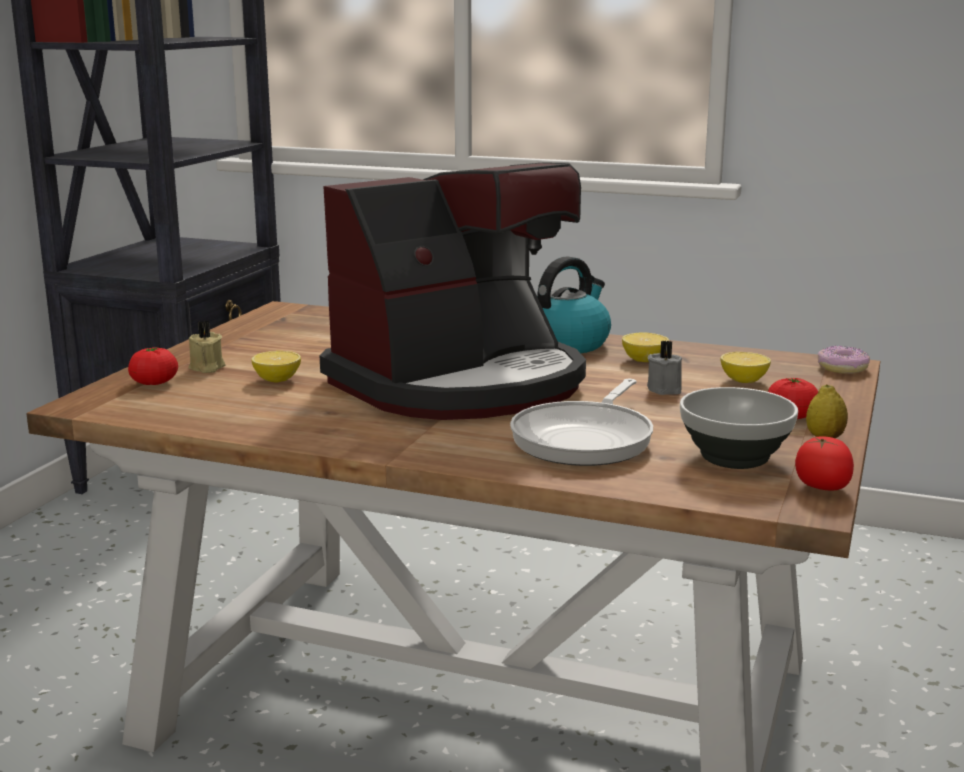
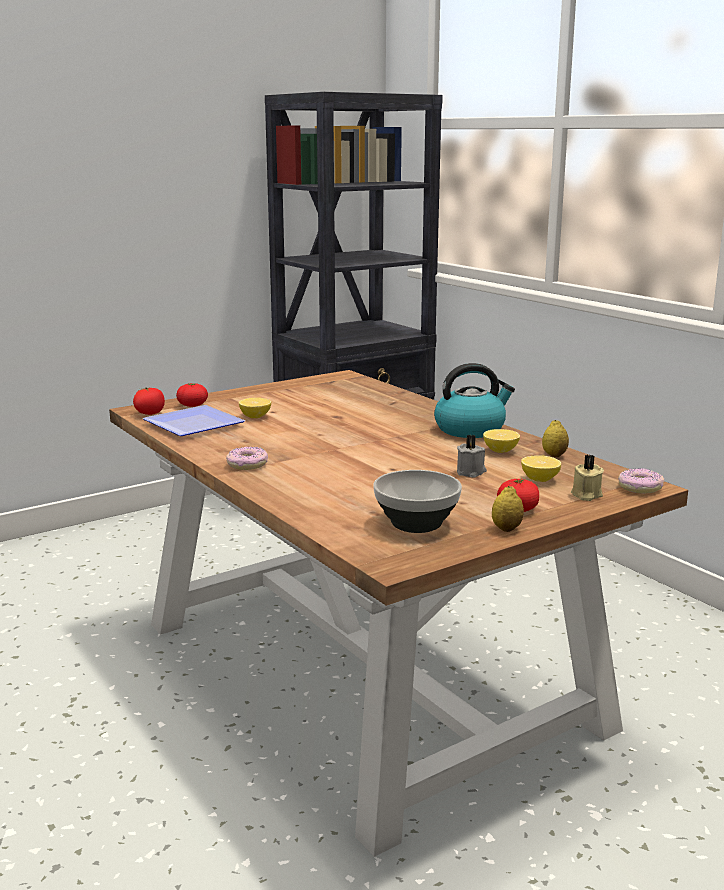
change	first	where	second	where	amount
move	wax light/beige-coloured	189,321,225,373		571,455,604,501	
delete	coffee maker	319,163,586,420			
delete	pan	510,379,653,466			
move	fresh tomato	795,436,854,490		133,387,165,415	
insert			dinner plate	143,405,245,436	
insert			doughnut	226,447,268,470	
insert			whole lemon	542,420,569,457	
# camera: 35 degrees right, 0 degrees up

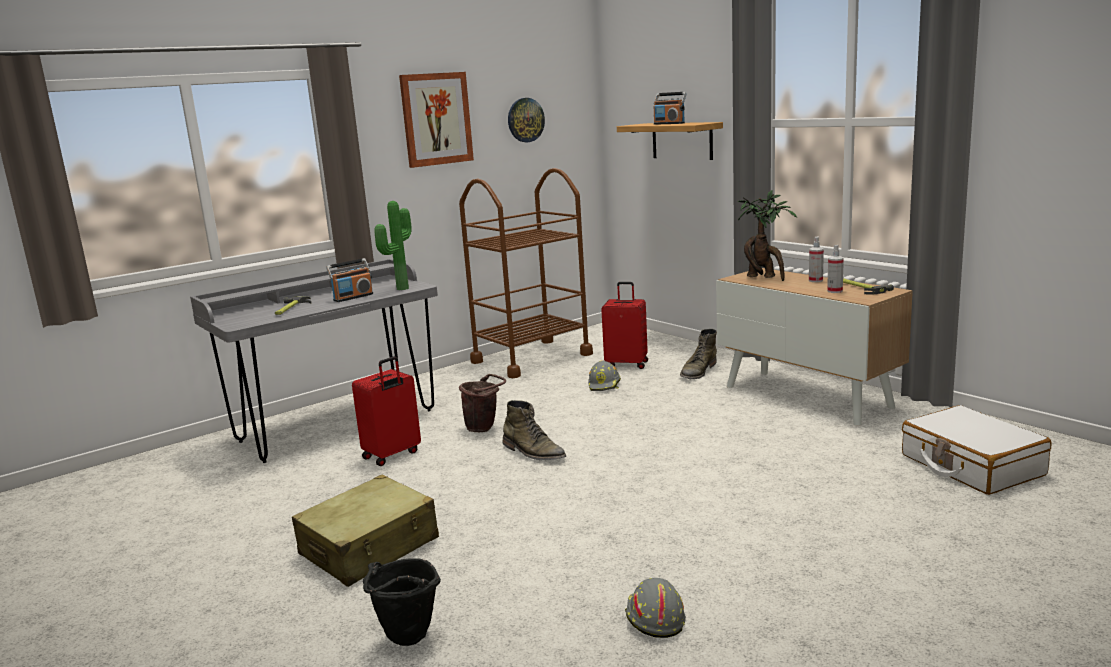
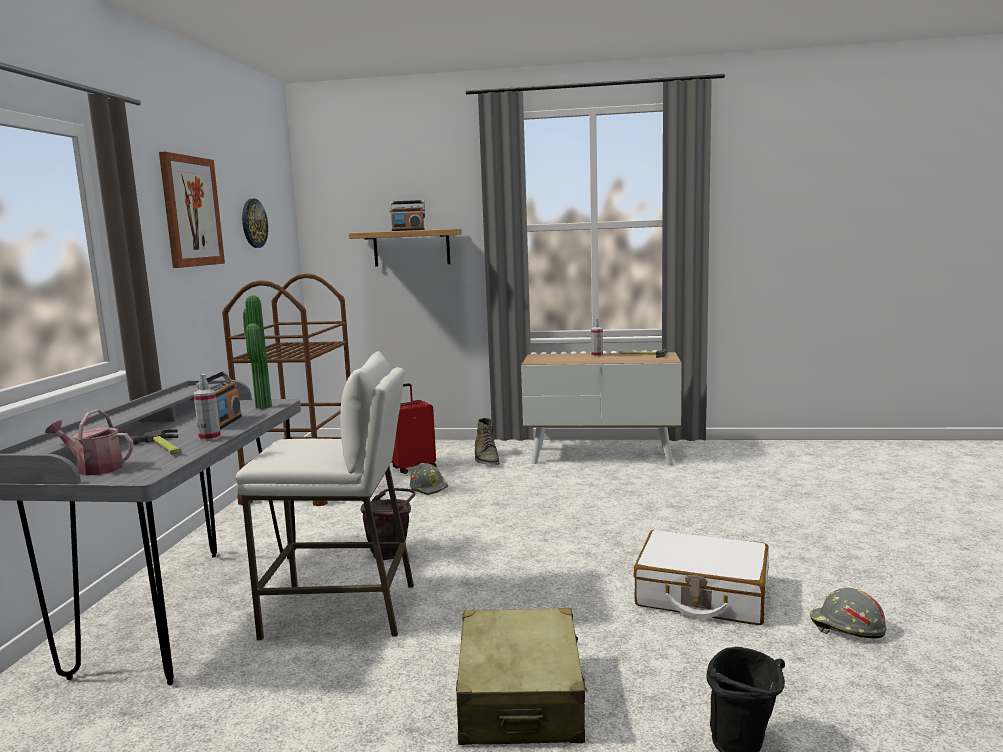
change	first	where	second	where	amount
replace	piece of luggage/red-coloured	352,356,421,466	stool seat/whitish	236,351,414,640	
delete	tall boot/greenish	502,400,566,460			
delete	plant in a pot	738,190,797,281			
move	sprayer	827,245,844,293		193,374,221,441	
move	piece of luggage/whitish	902,405,1051,495		633,530,769,625	
insert			watering pot	45,409,134,476	
# camera: 45 degrees left, 5 degrees down

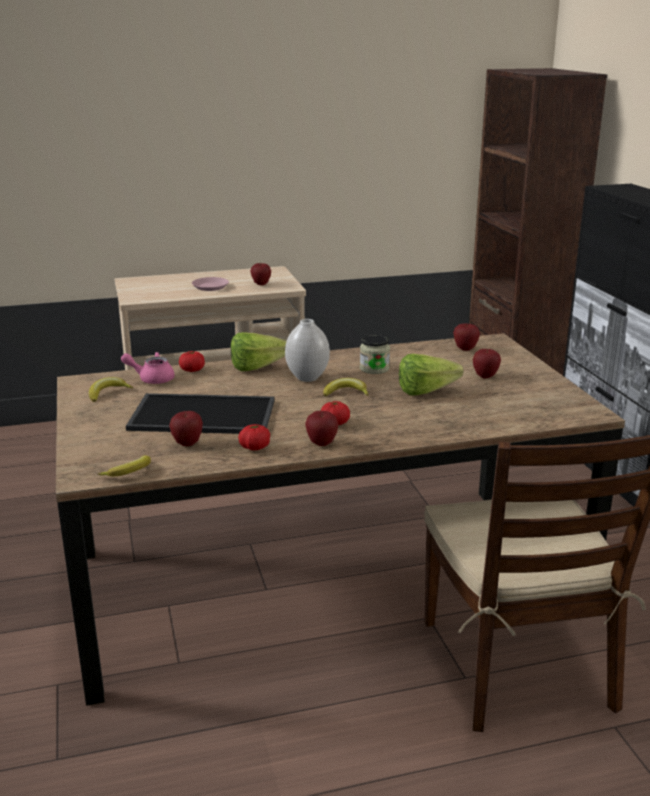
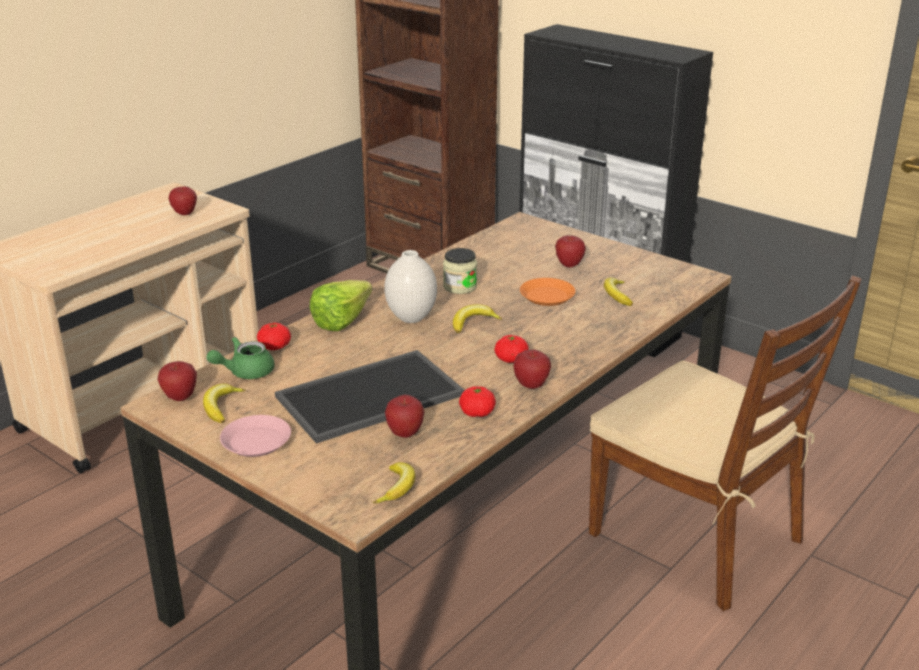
change	first	where	second	where	amount
recolor	pot for tea/pink	121,352,175,384	pot for tea/greenish	206,337,275,379	
move	dinner plate/pink	192,277,229,291		220,415,291,457	
replace	head of lettuce	399,354,463,395	dinner plate/orange	520,278,576,306	
move	apple	453,323,480,351		158,361,197,401	
insert			banana fruit	604,277,633,306	
# camera: 35 degrees left, 5 degrees up

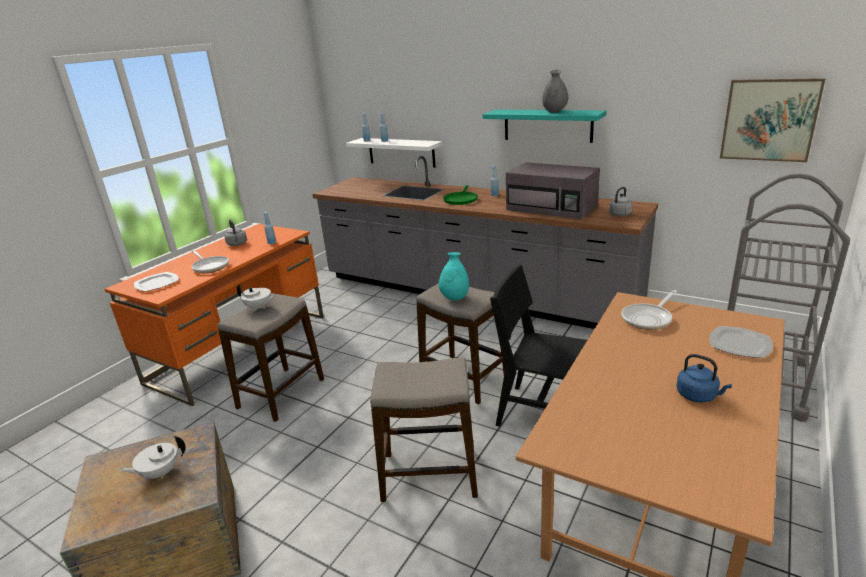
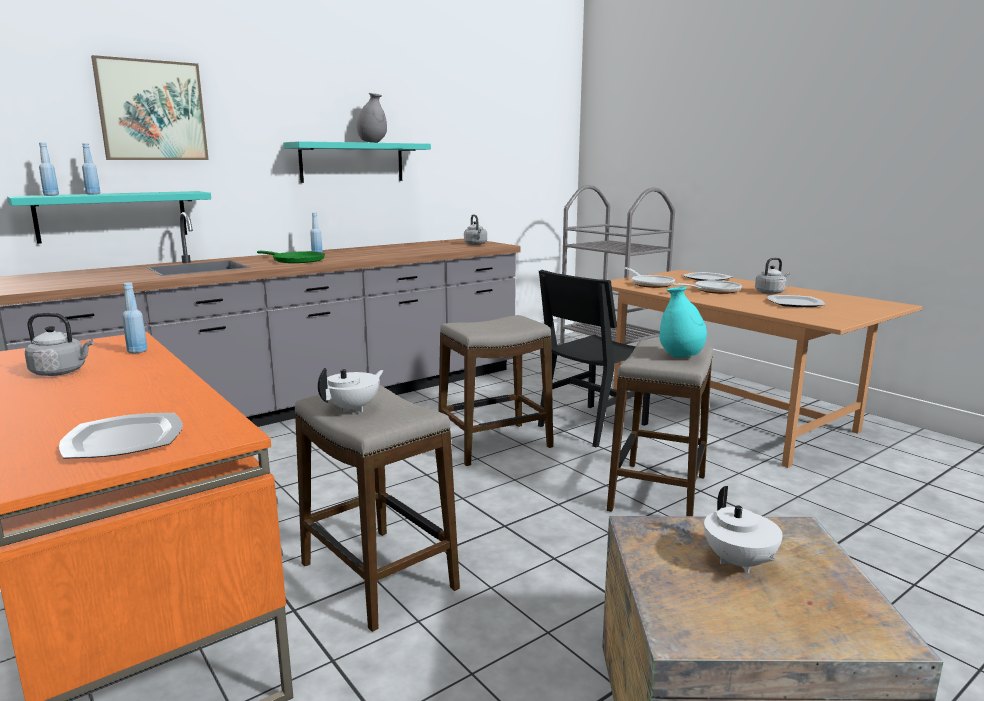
change	first	where	second	where	amount
move	pan	191,250,229,273		672,280,742,294	
recolor	wall shelf/whitish	346,138,442,168	wall shelf/turquoise	7,191,211,244	
move	flower vase/turquoise	439,252,469,300		660,286,707,358	
delete	kitchen microwave/gray	506,162,600,219			
recolor	water kettle/bluish	676,354,732,403	water kettle/gray	755,257,790,294	
move	wall picture	720,78,825,162		91,55,209,160	
insert			dinner plate	767,295,825,307	
# camera: 70 degrees left, 10 degrees down

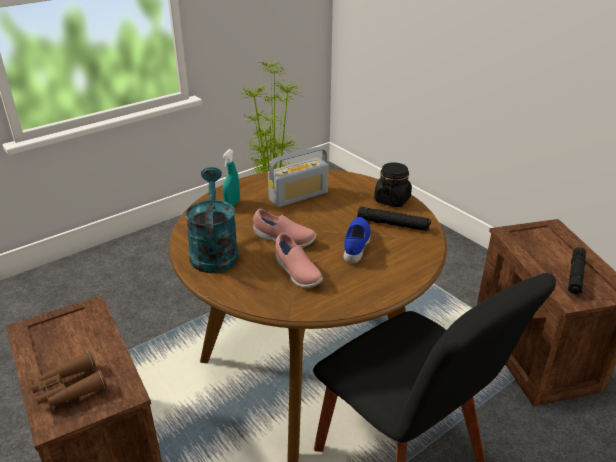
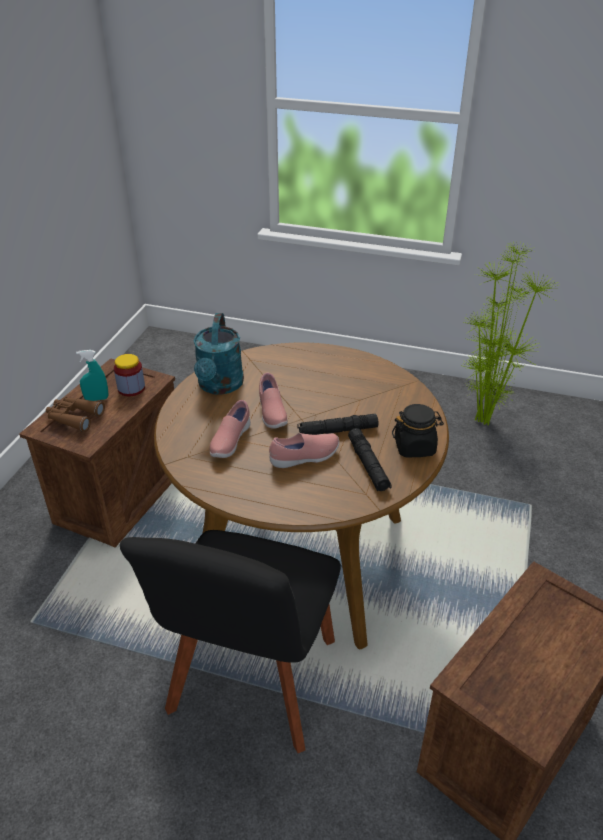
change	first	where	second	where	amount
rotate	watering pot/turquoise	185,167,238,273		194,313,244,395	135 degrees clockwise
move	sprayer/turquoise	222,149,240,207		76,350,108,401	
delete	radio	268,147,329,207			
recolor	shoe/bluish	344,217,370,263	shoe/pink	269,433,339,468	
move	flashlight/black	568,247,586,294		297,414,378,435	
insert			jar	114,354,145,396	
# camera: 55 degrees right, 5 degrees up

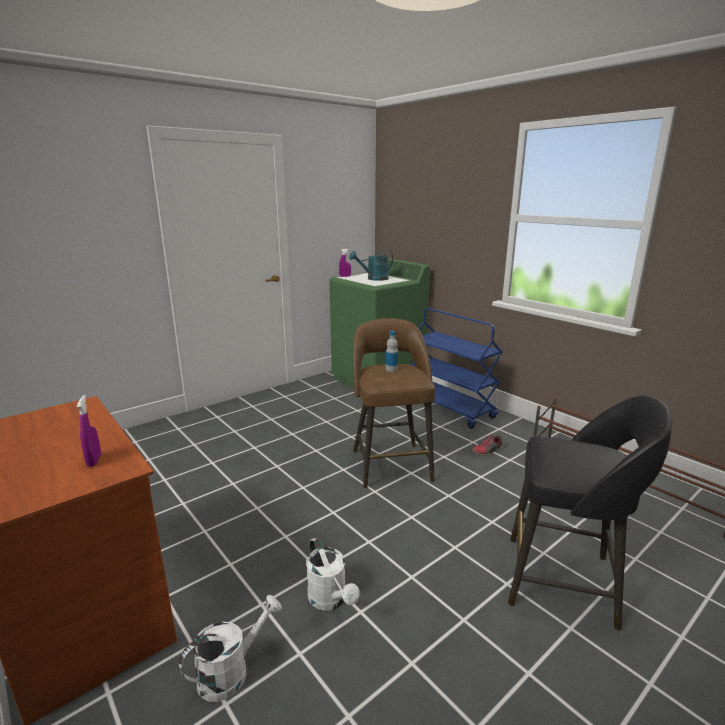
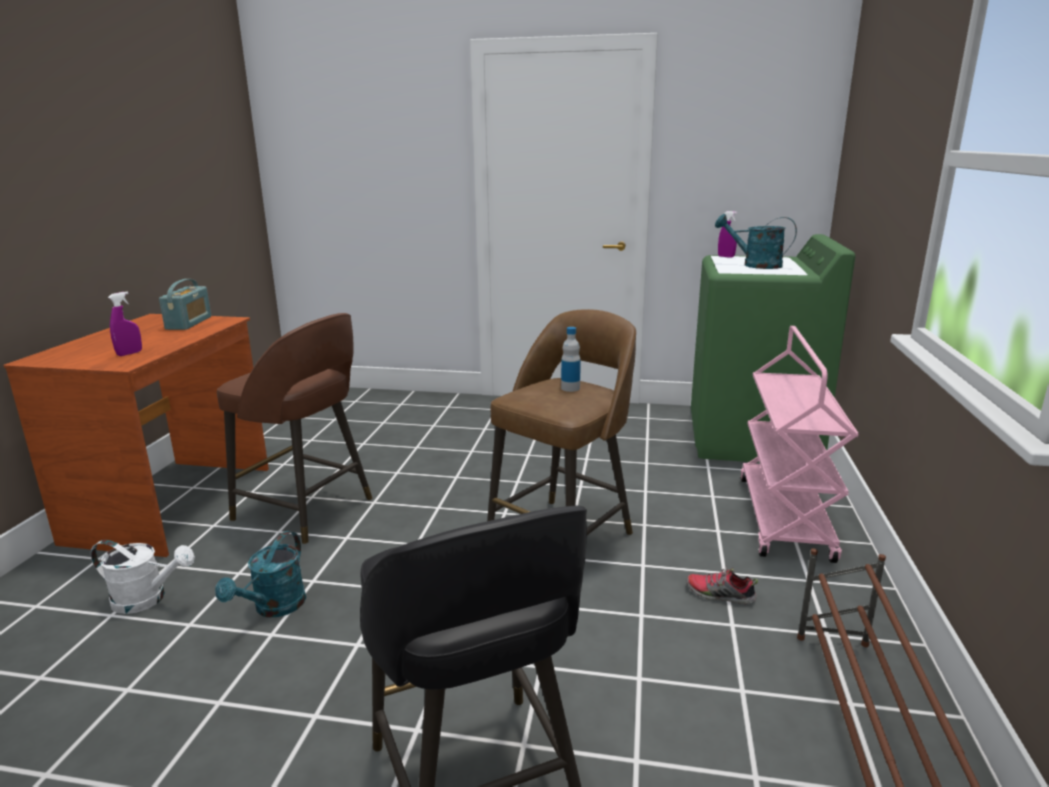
change	first	where	second	where	amount
recolor	watering pot/whitish	306,538,360,611	watering pot/turquoise	215,531,306,617	
recolor	trolley/bluish	412,308,503,429	trolley/pink	740,326,858,563	
insert			radio	159,279,211,330	
insert			stool seat/brown-coloured	217,313,372,544	
# camera: 50 degrees right, 0 degrees up

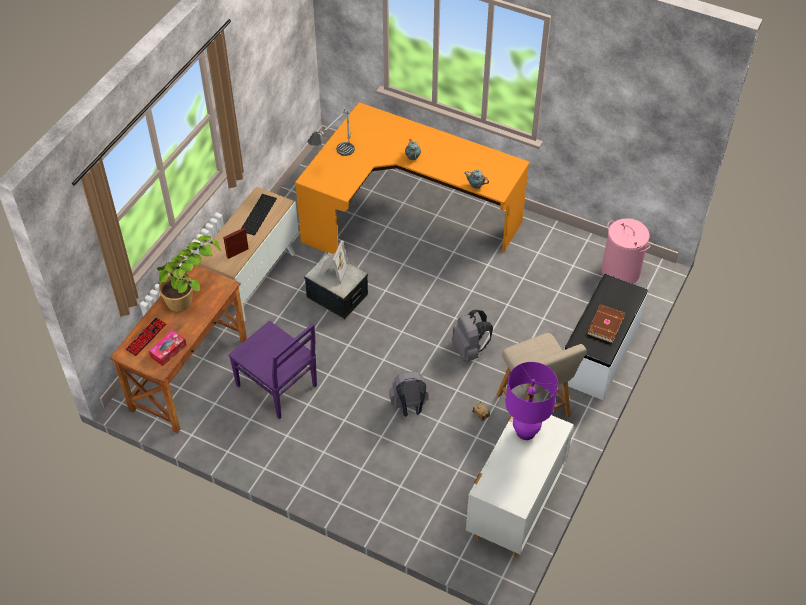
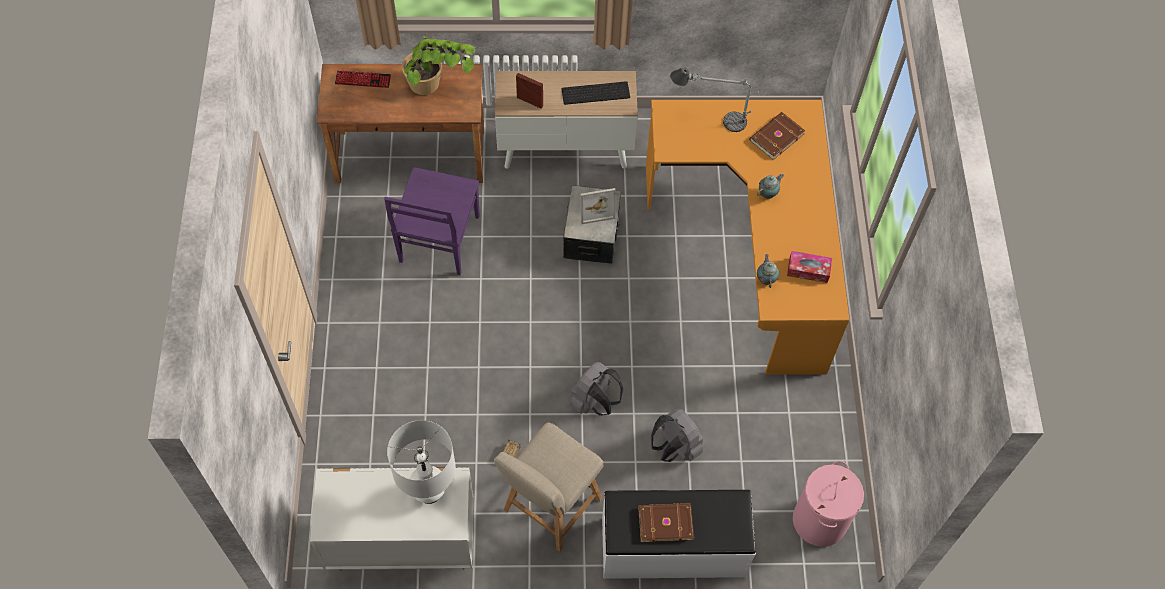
change	first	where	second	where	amount
move	tissue holder	149,330,187,366		787,251,832,283	
move	knapsack/gray	390,371,429,417		651,408,703,462	
recolor	tabletop lamp/purple-coloured	505,362,558,440	tabletop lamp/whitish	387,420,456,504	
insert			bound book/brown-coloured	749,112,805,160	
# camera: 60 degrees right, 10 degrees up

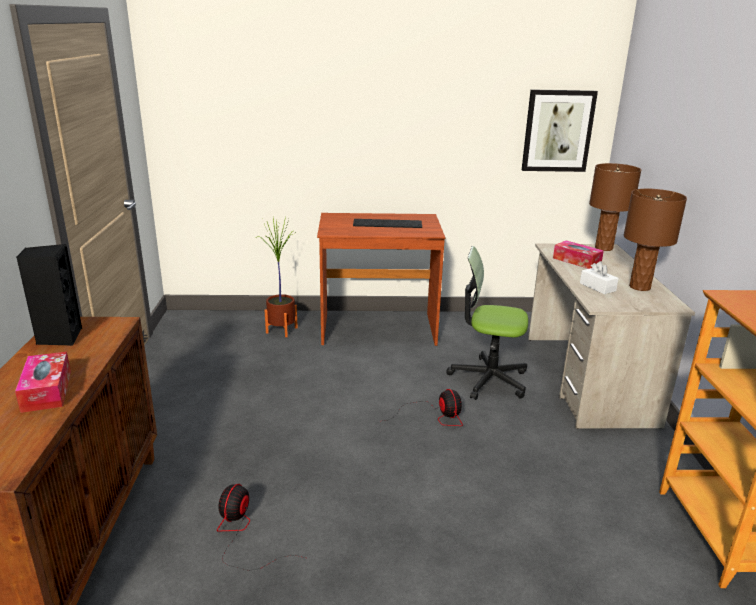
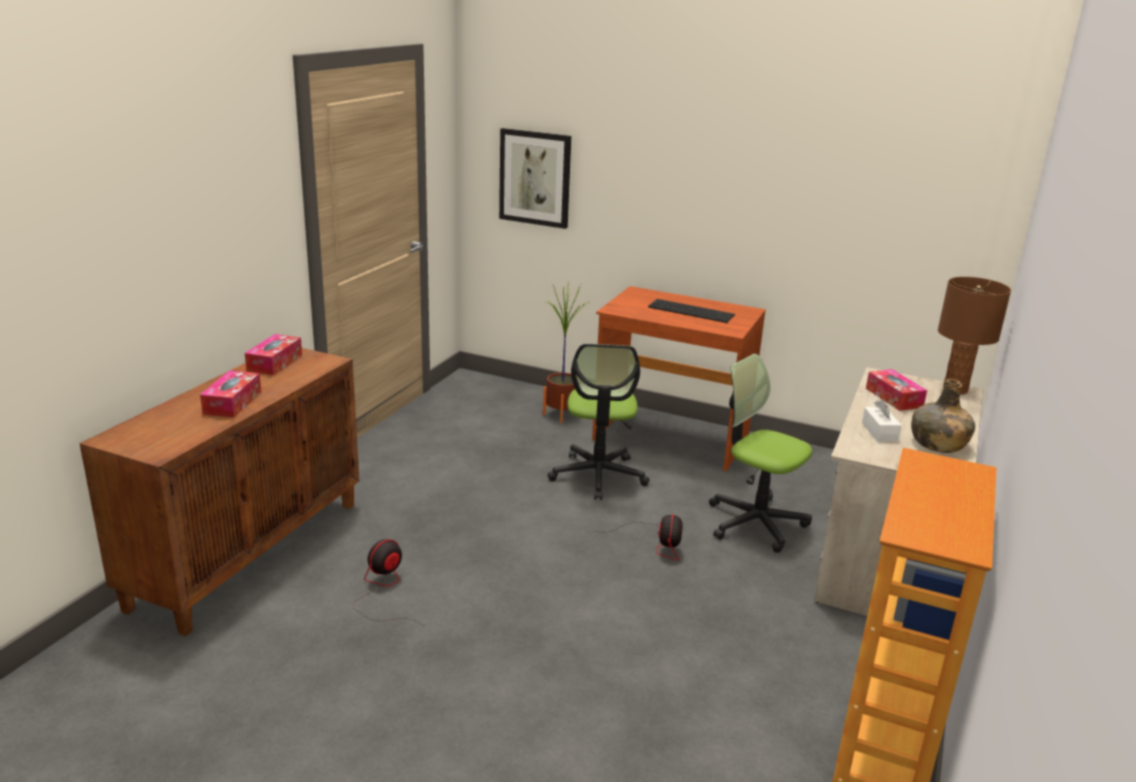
change	first	where	second	where	amount
replace	audio speaker/black	16,244,82,346	tissue holder	245,334,302,375	
move	wall picture	522,89,598,172		499,128,571,229	
replace	tabletop lamp/brown-coloured	624,189,687,291	bottle/greenish	911,379,975,453	
insert			desk chair	547,344,650,500	
# camera: 25 degrees right, 0 degrees up

